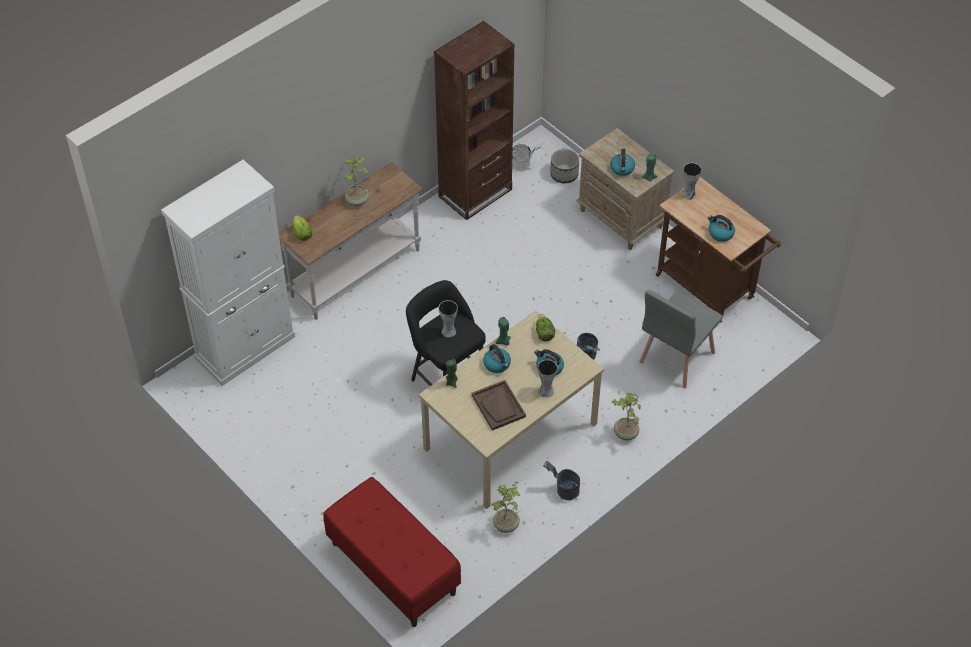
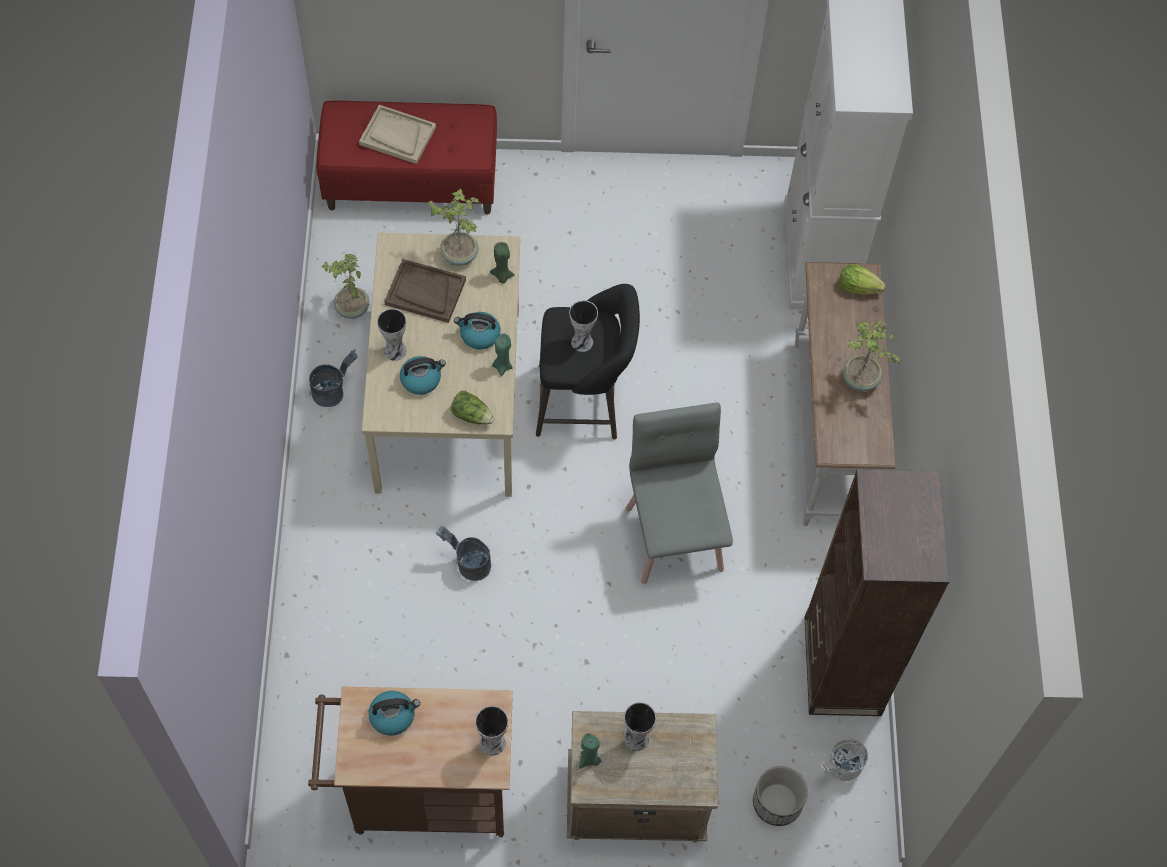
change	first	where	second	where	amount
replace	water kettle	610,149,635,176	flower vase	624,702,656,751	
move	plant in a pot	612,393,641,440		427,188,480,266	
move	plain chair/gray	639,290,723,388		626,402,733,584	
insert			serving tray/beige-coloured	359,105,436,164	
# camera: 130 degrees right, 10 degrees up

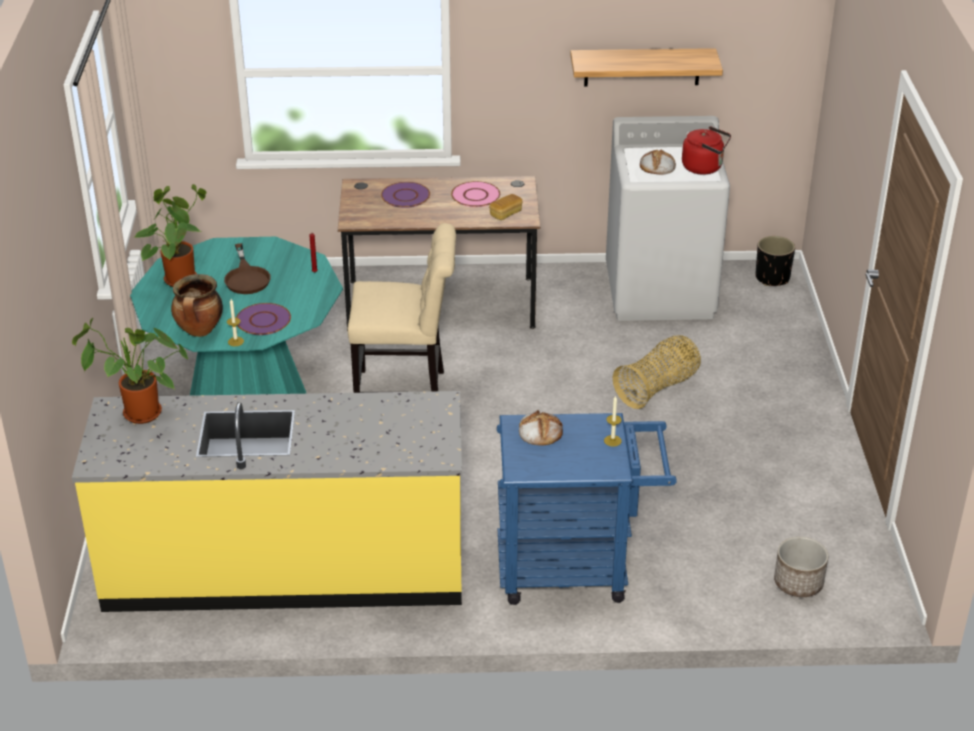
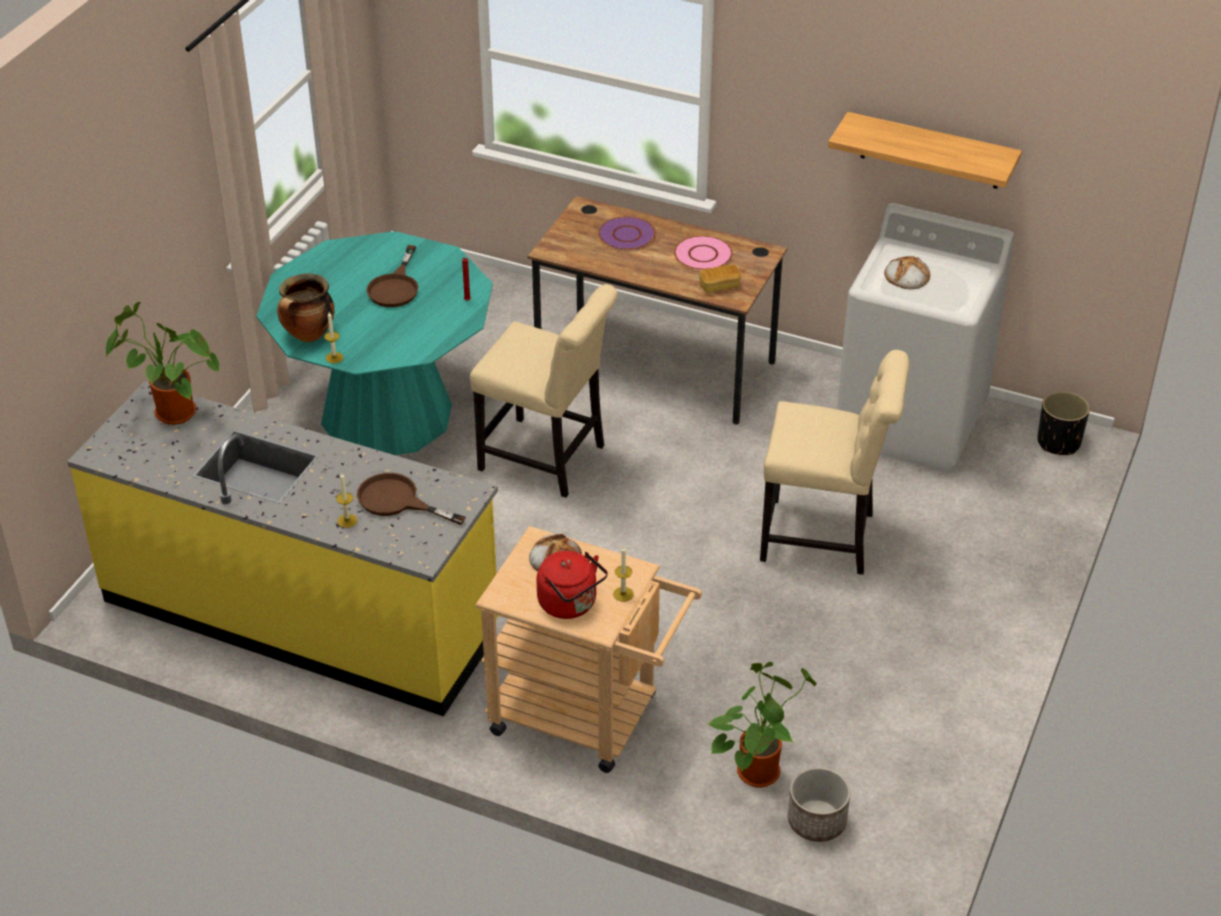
change	first	where	second	where	amount
move	plant in a pot	135,184,207,287		707,662,817,787	
delete	dinner plate/purple-coloured	236,303,291,335			
recolor	trolley/bluish	497,413,677,605	trolley/beige-coloured	475,526,702,773	
replace	household basket	613,335,701,409	plain chair/beige-coloured	760,350,909,575	
move	water kettle/red-coloured	682,126,731,174		536,551,608,619	
insert			wax light	336,472,357,528	
insert			pan/brown-coloured	357,473,466,525	
# camera: 25 degrees right, 5 degrees up

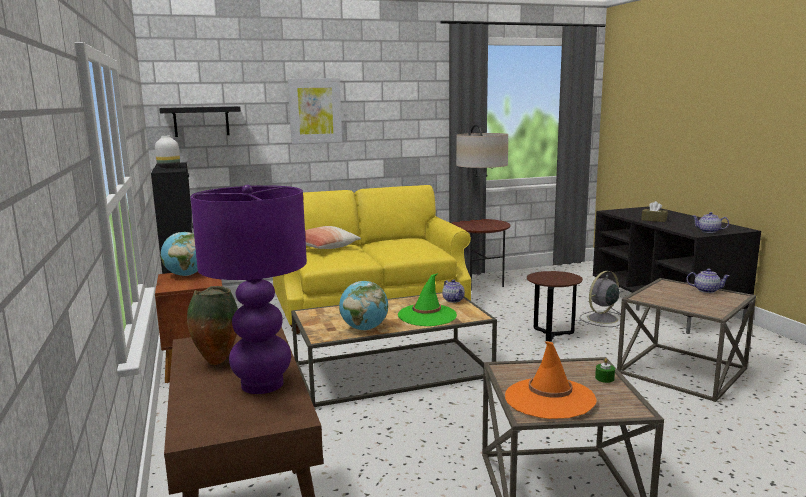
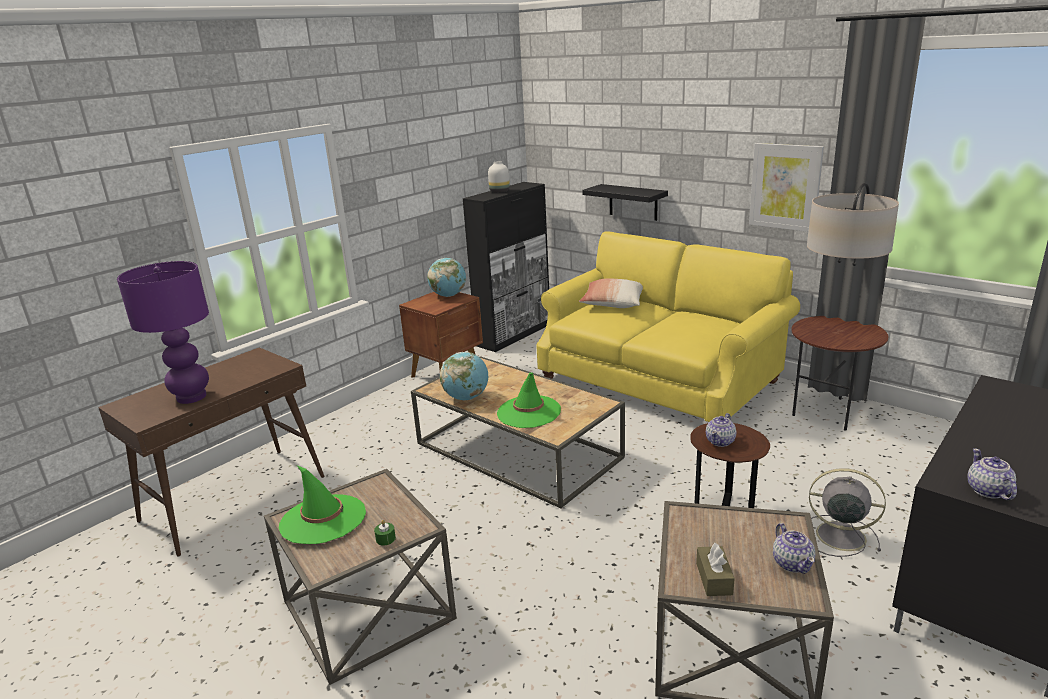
change	first	where	second	where	amount
move	wall shelf/black	159,106,241,137		582,184,668,221	
delete	flower vase	187,286,238,365			
move	wall picture	288,78,342,144		749,143,824,232	
move	pot for tea	442,279,465,303		706,413,736,447	
recolor	clothing hat/orange	505,341,596,419	clothing hat/greenish	279,465,366,544	
move	tissue holder/brown-coloured	641,201,668,222		696,543,735,596	
# camera: 60 degrees right, 10 degrees up

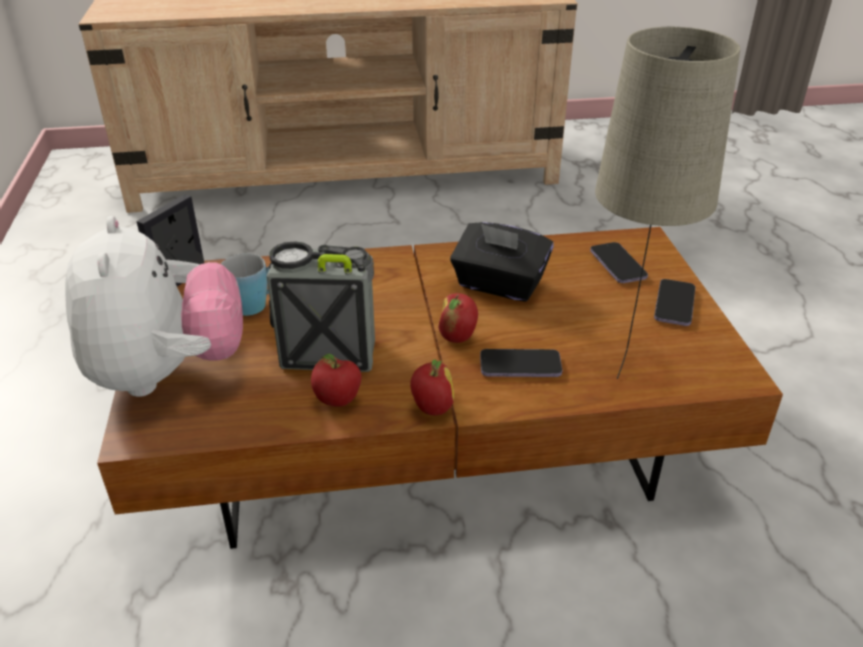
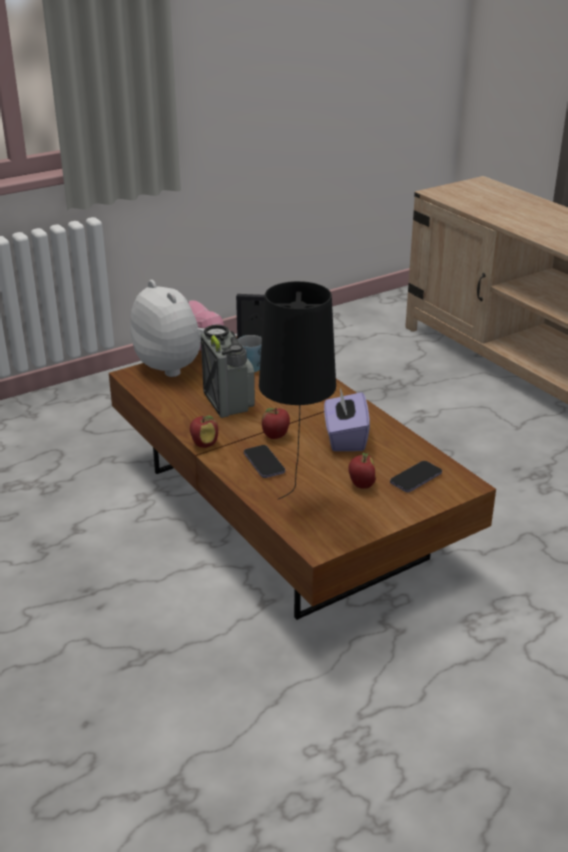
change	first	where	second	where	amount
rotate	plush toy	65,216,243,397		130,280,224,377	90 degrees counterclockwise
move	apple	311,354,361,407		348,453,376,489	
recolor	tissue holder/black	450,222,554,302	tissue holder/purple-coloured	324,388,370,451	
recolor	tabletop lamp/beige-coloured	595,27,740,379	tabletop lamp/black	259,281,336,499	
delete	handset	654,279,695,326			
# camera: 65 degrees right, 5 degrees down

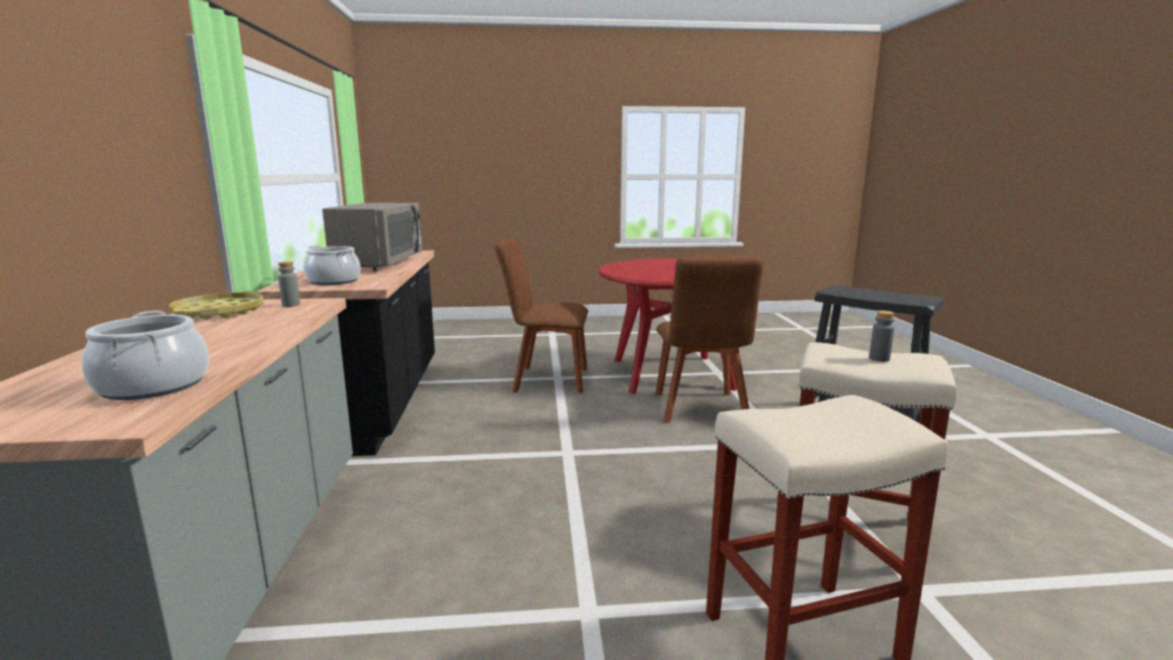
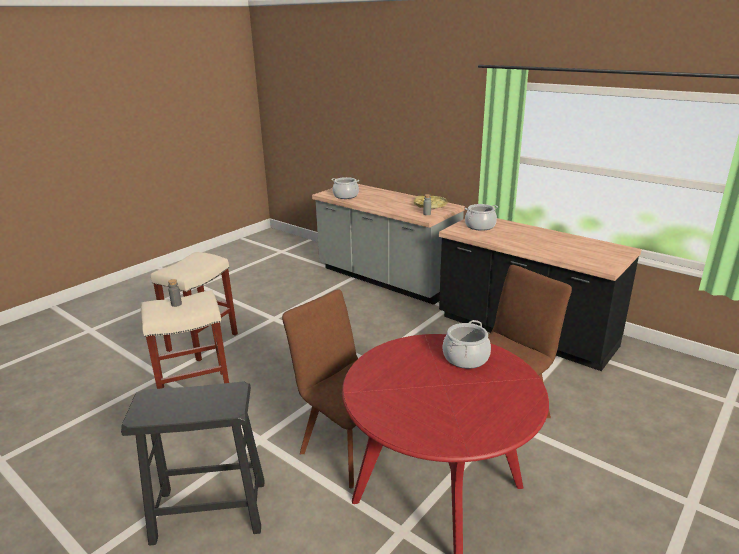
change	first	where	second	where	amount
delete	kitchen microwave/gray	322,203,422,271			
insert			stockpot	443,320,491,369	
# camera: 135 degrees right, 10 degrees up

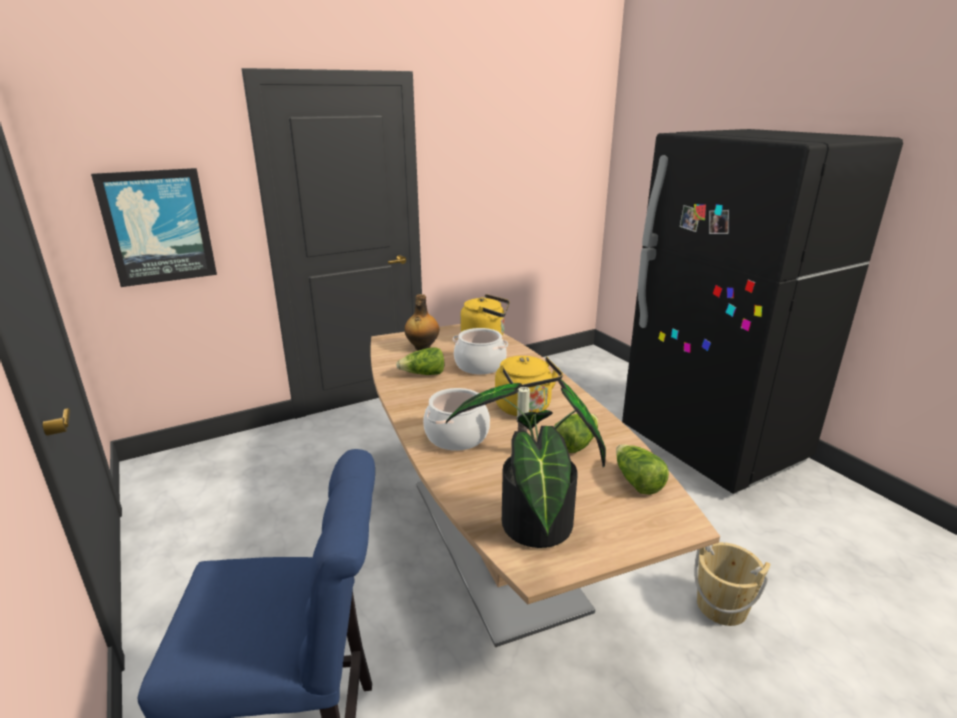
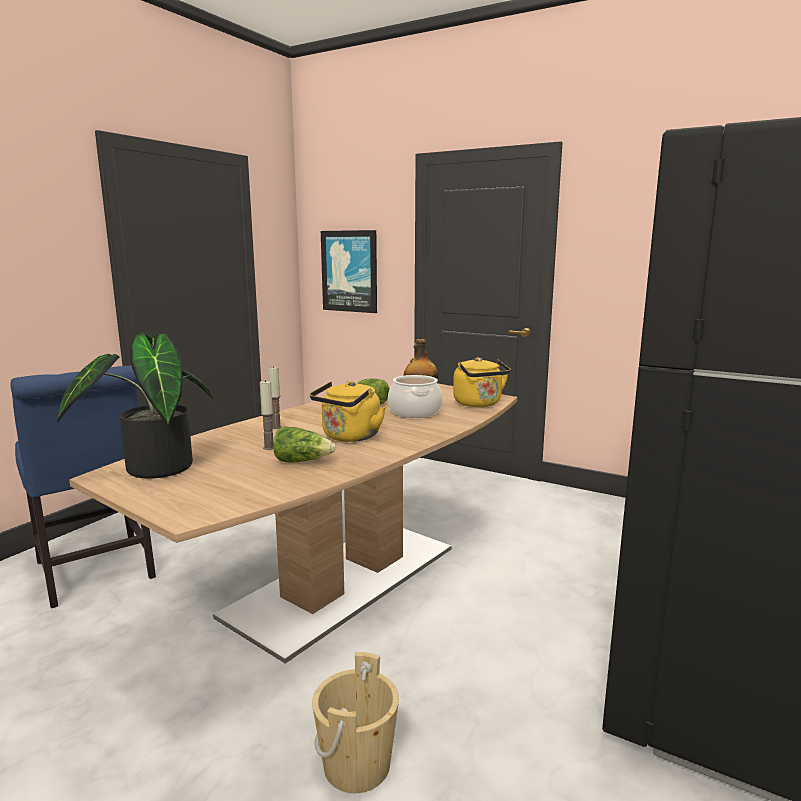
change	first	where	second	where	amount
replace	stockpot	423,388,490,451	wax light	268,366,282,429	
delete	head of lettuce	616,444,669,495			
# camera: 60 degrees right, 10 degrees down

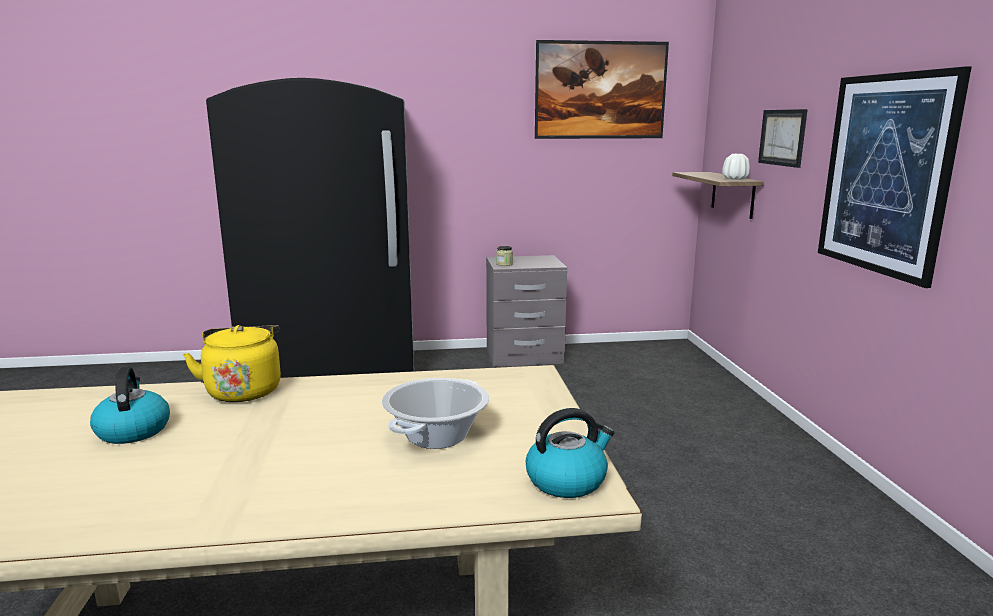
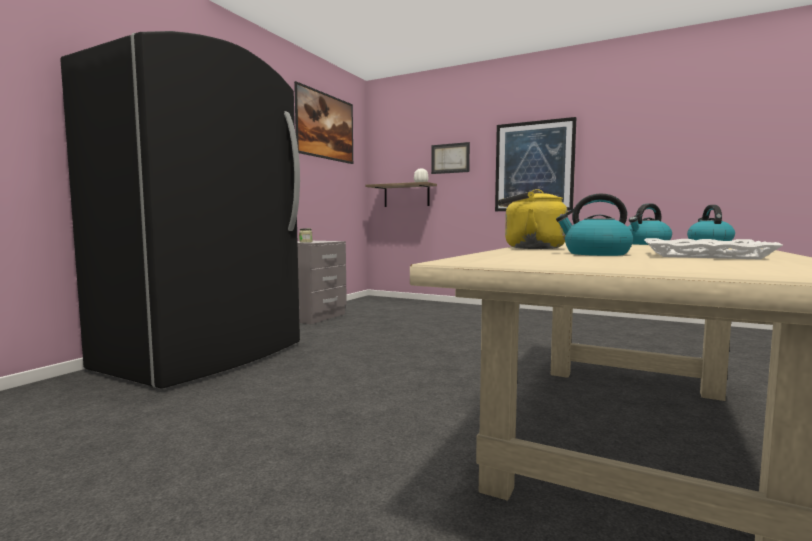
change	first	where	second	where	amount
replace	stockpot	382,378,489,449	water kettle	628,203,672,245	
insert			serving tray/whitish	644,238,783,260	
# camera: 55 degrees left, 10 degrees down

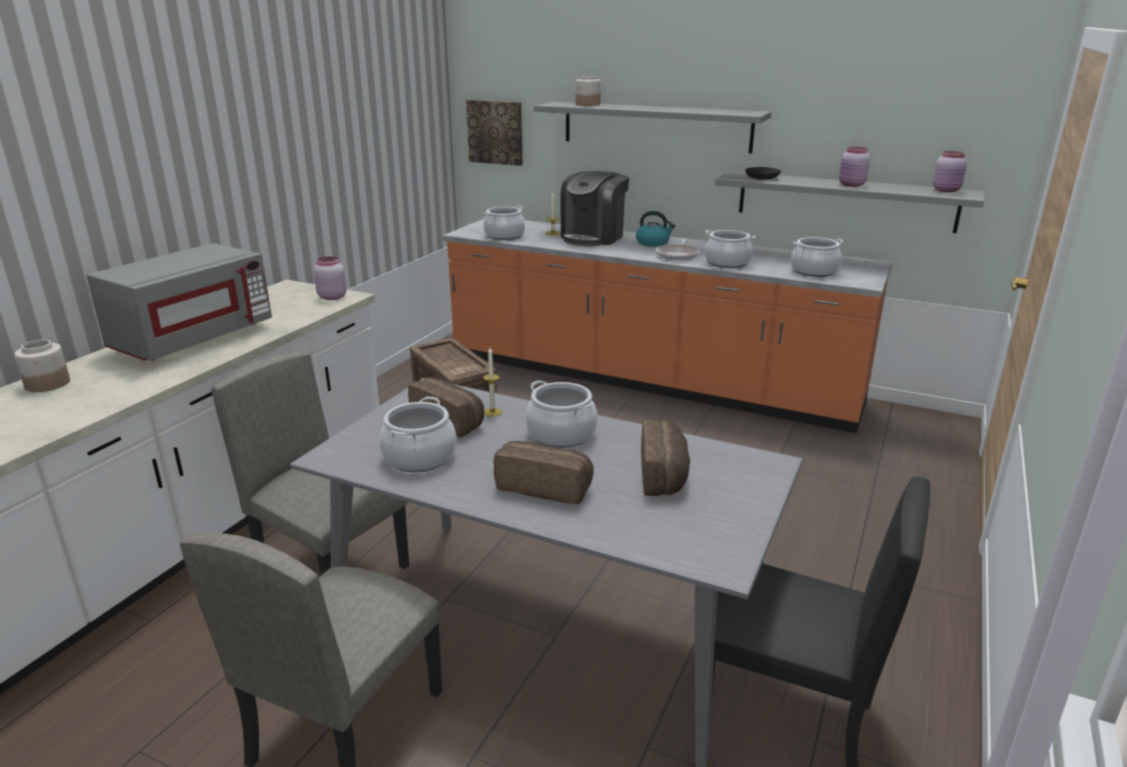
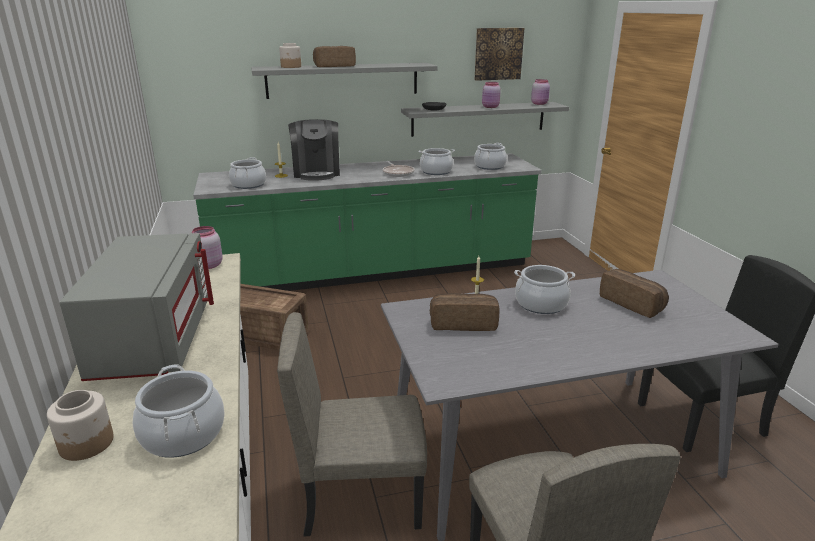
change	first	where	second	where	amount
move	stockpot	380,397,456,472		132,364,225,458	
recolor	kitchen counter/orange	443,218,893,433	kitchen counter/greenish	193,153,542,291	
move	wall picture	466,100,523,166		475,28,524,81	
move	bakery bread	494,441,594,505		313,46,356,67	
delete	water kettle	636,211,675,247			
# camera: 40 degrees left, 0 degrees up

